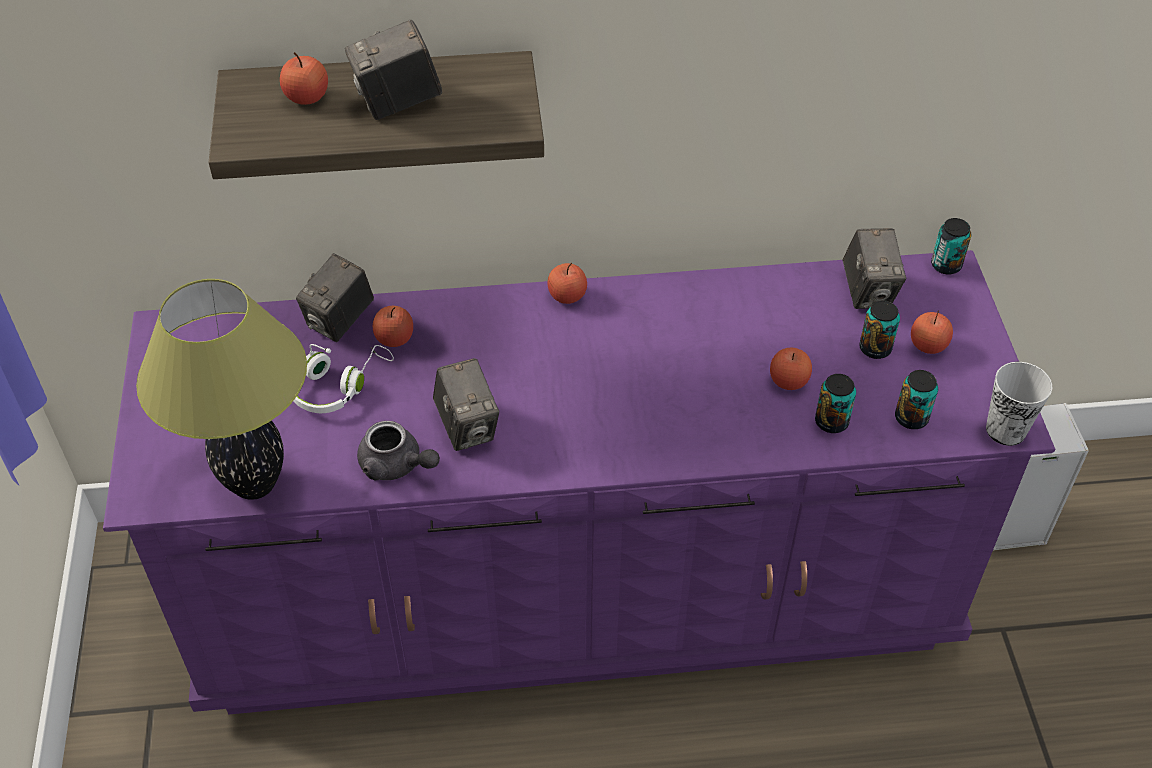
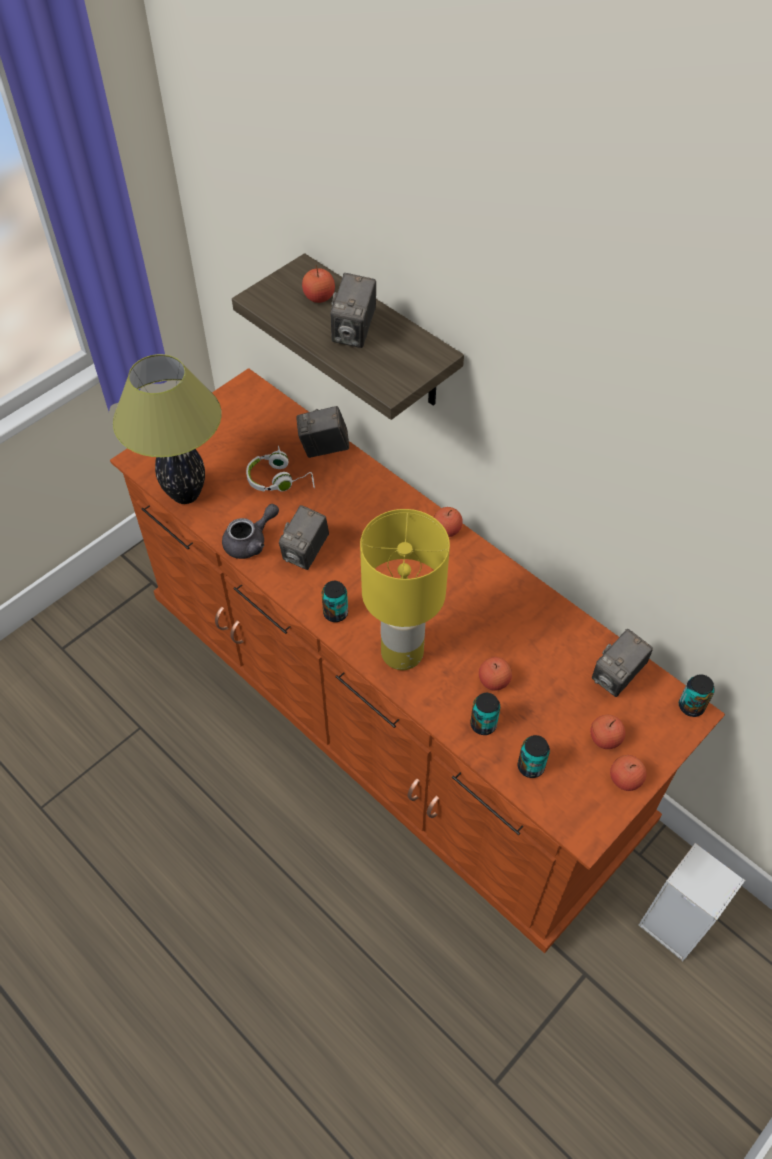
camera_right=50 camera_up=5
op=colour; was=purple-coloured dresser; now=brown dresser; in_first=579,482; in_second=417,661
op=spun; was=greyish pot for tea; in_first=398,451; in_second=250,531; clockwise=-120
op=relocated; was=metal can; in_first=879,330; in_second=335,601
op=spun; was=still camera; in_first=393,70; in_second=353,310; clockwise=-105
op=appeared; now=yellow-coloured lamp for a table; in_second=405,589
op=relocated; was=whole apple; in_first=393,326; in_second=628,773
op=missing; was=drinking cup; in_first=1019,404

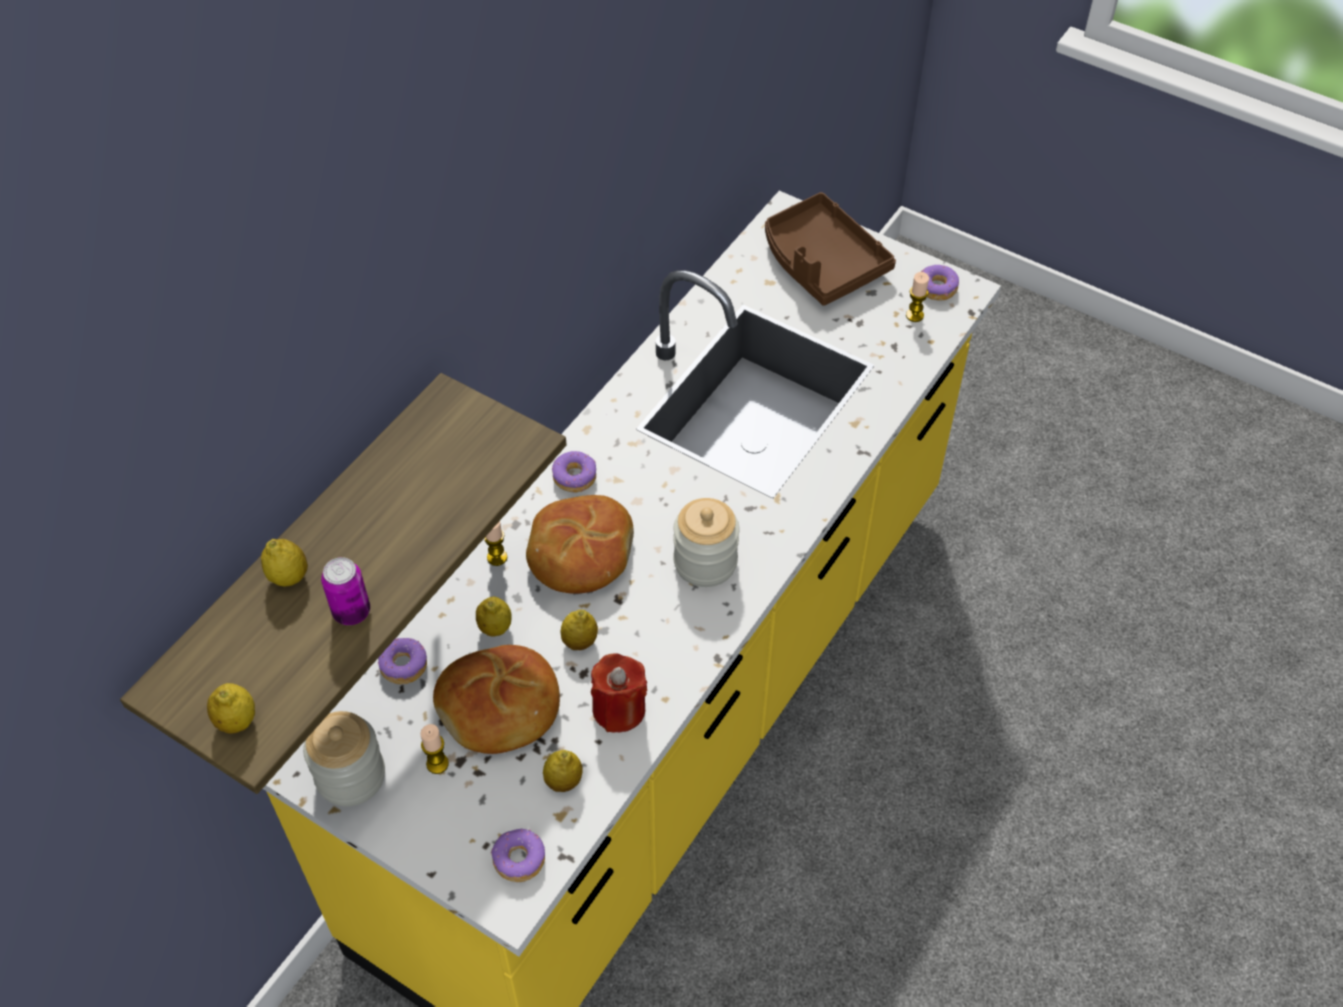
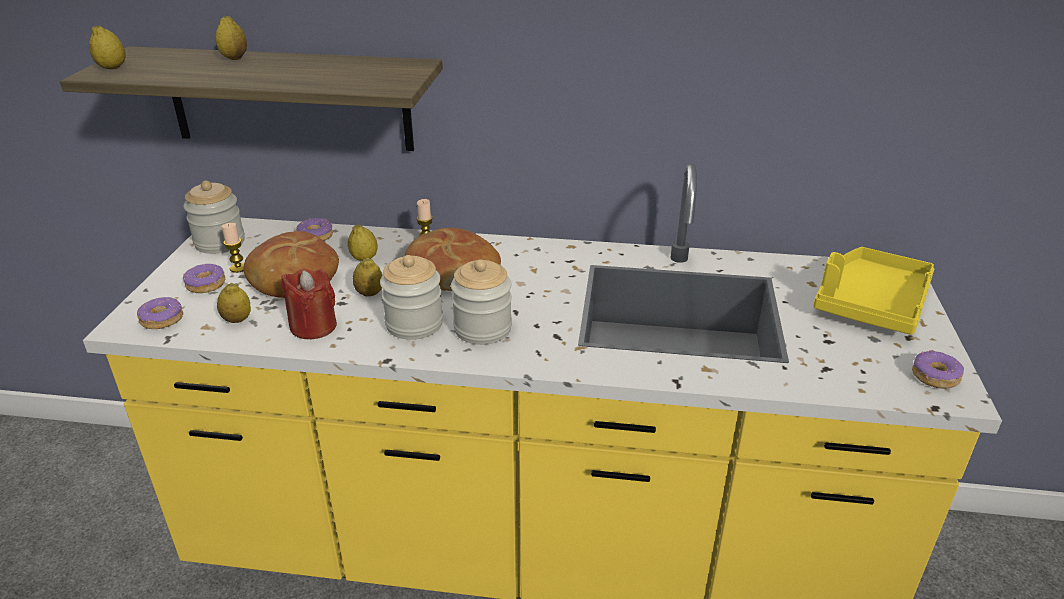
camera_right=65 camera_up=-20
op=relocated; was=doughnut; in_first=574,472; in_second=204,278
op=appeared; now=storage jar; in_second=411,297
op=colour; was=brown tray; now=yellow-coloured tray; in_first=830,249; in_second=874,291
op=missing; was=metal can; in_first=345,591
op=missing; was=wax light; in_first=917,297

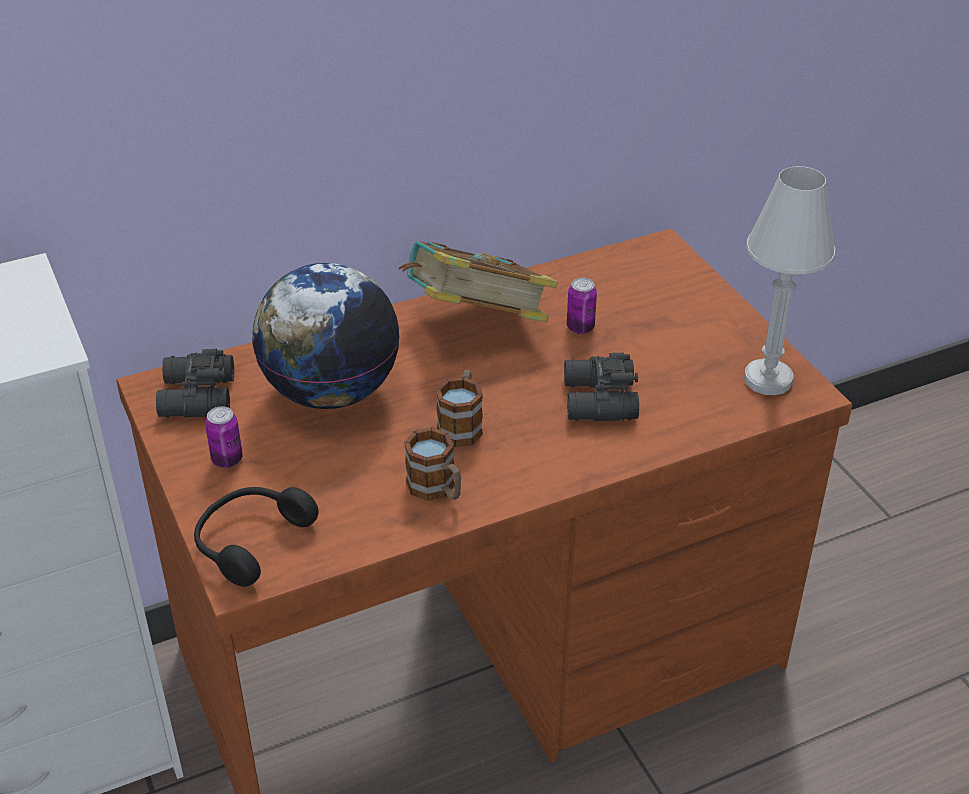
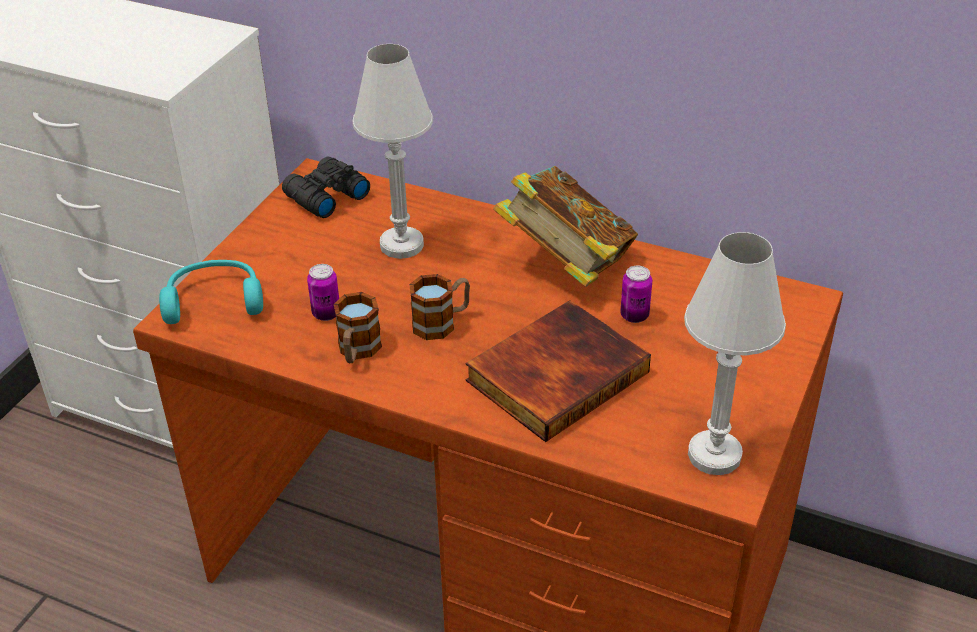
camera_right=50 camera_up=0
op=colour; was=black headphones; now=turquoise headphones; in_first=256,537; in_second=211,292
op=relocated; was=metal can; in_first=224,437; in_second=323,292
op=exchanged; was=desk globe; now=whitish lamp for a table; in_first=326,336; in_second=392,151
op=exchanged; was=black pair of binoculars; now=volume; in_first=601,387; in_second=558,371

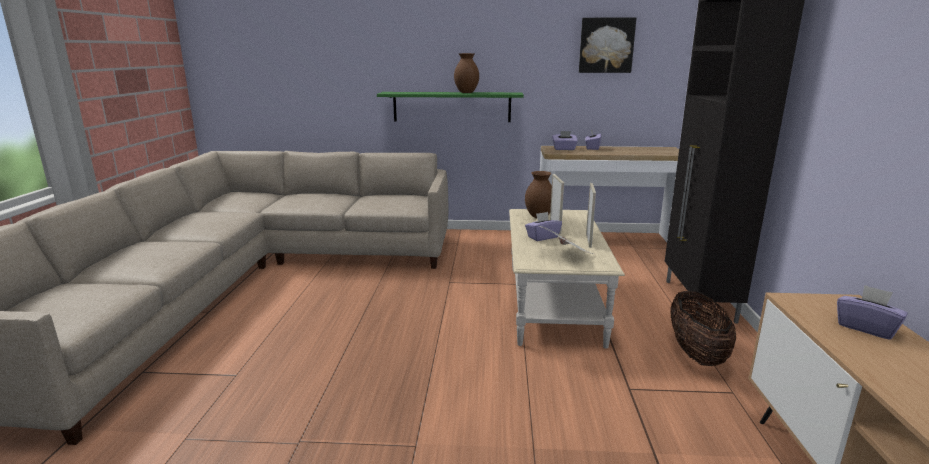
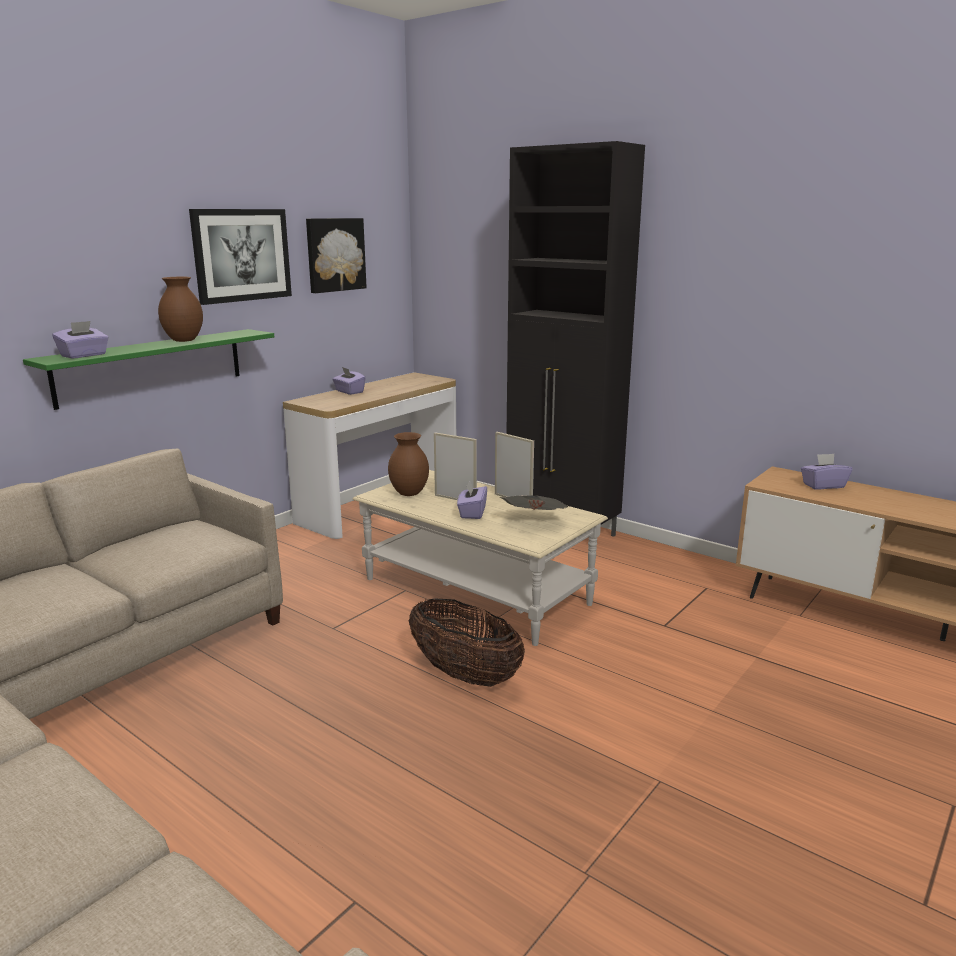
camera_right=-55 camera_up=0
op=relocated; was=purple-coloured tissue holder; in_first=565,140; in_second=80,339
op=appeared; now=wall art; in_second=240,257
op=relocated; was=basket; in_first=703,328; in_second=467,643

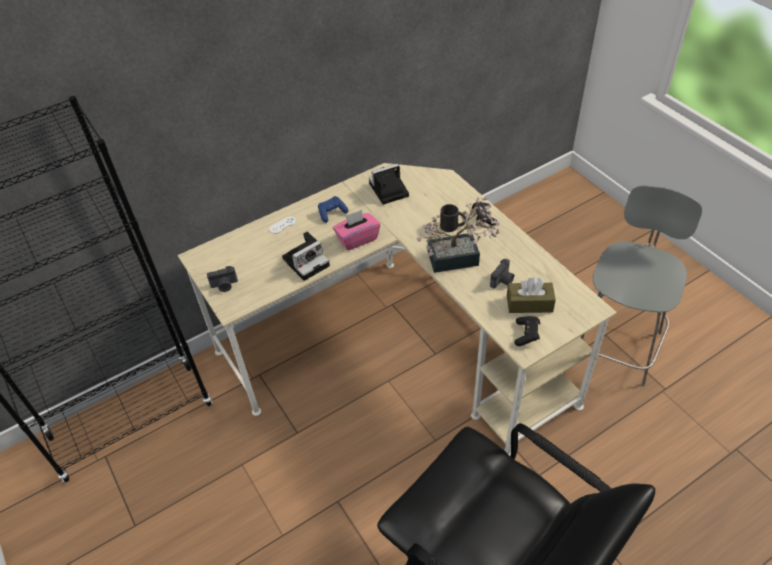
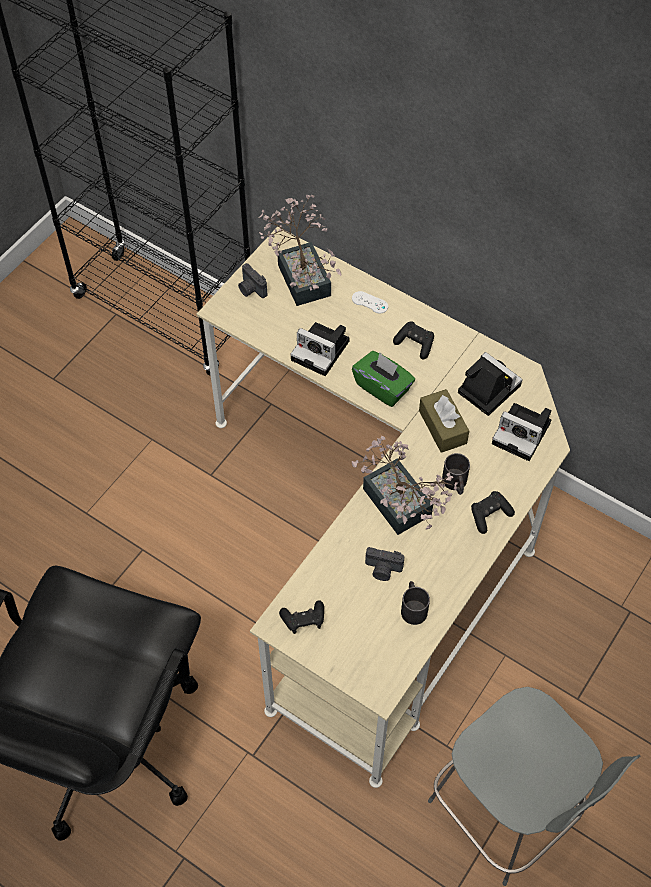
camera_right=65 camera_up=10
op=appeared; now=plant in a pot; in_second=300,250
op=colour; was=pinkish tissue holder; now=greenish tissue holder; in_first=356,230; in_second=383,379
op=colour; was=blue-coloured joypad; now=black joypad; in_first=333,209; in_second=413,340
op=appeared; now=black mug; in_second=415,603
op=relocated; was=brown tissue holder; in_first=531,295; in_second=444,421
op=spun; was=greyish upright chair; in_first=641,286; in_second=534,786; clockwise=45
op=appeared; now=still camera; in_second=522,432

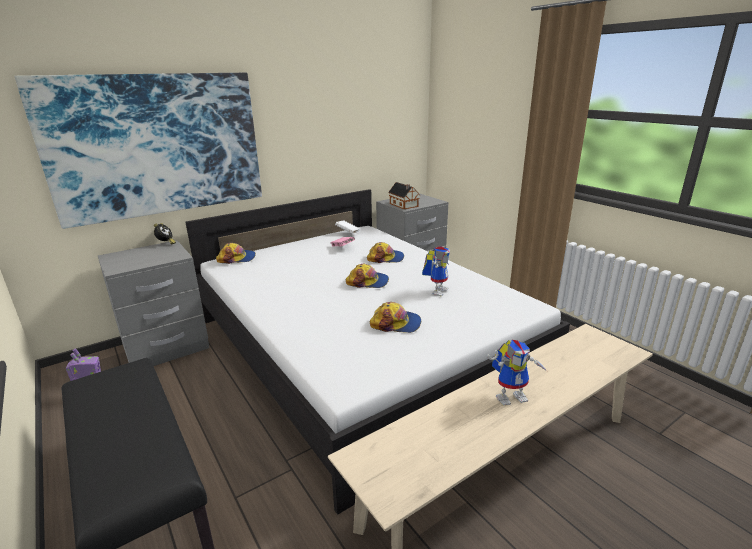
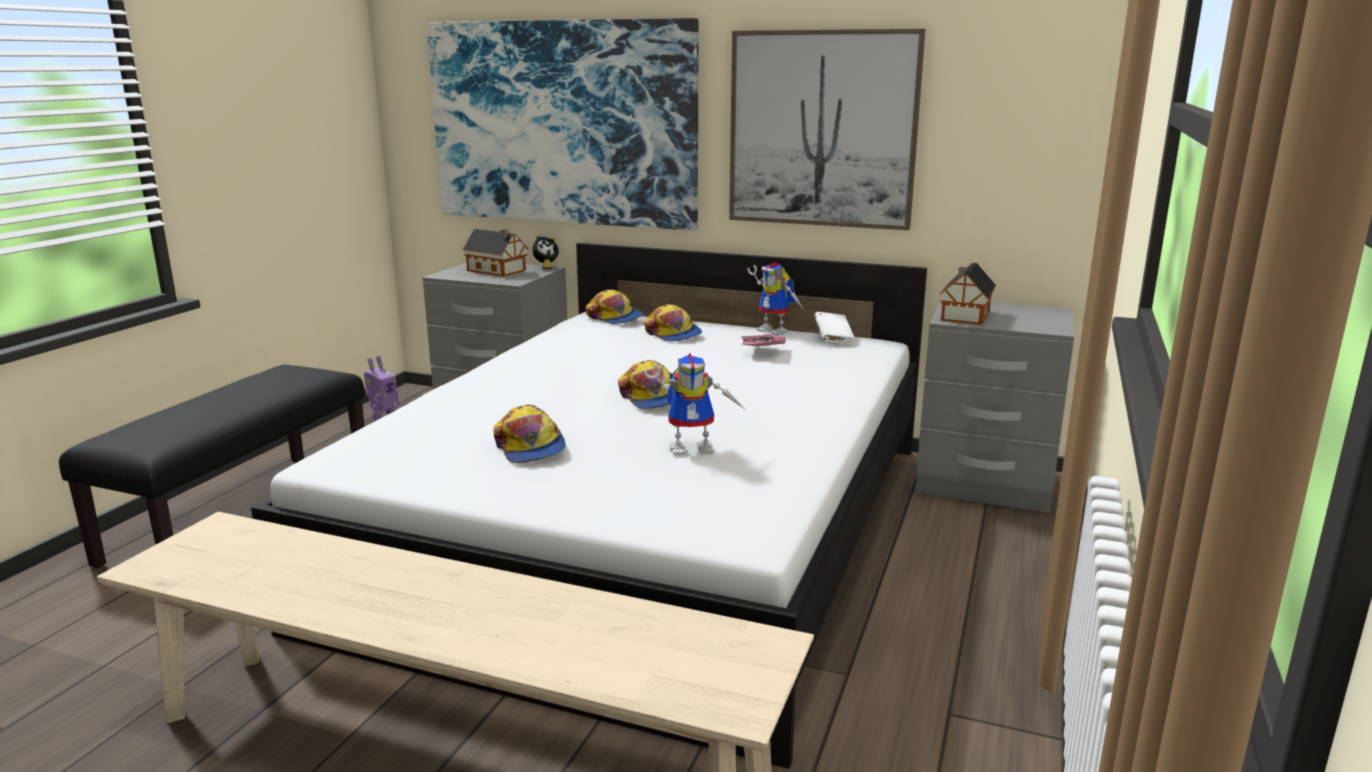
camera_right=55 camera_up=-5
op=appeared; now=miniature house; in_second=495,253
op=relocated; was=baseball cap; in_first=385,252; in_second=673,323
op=appeared; now=wall art; in_second=827,129
op=relocated; was=model robot; in_first=517,373; in_second=775,299

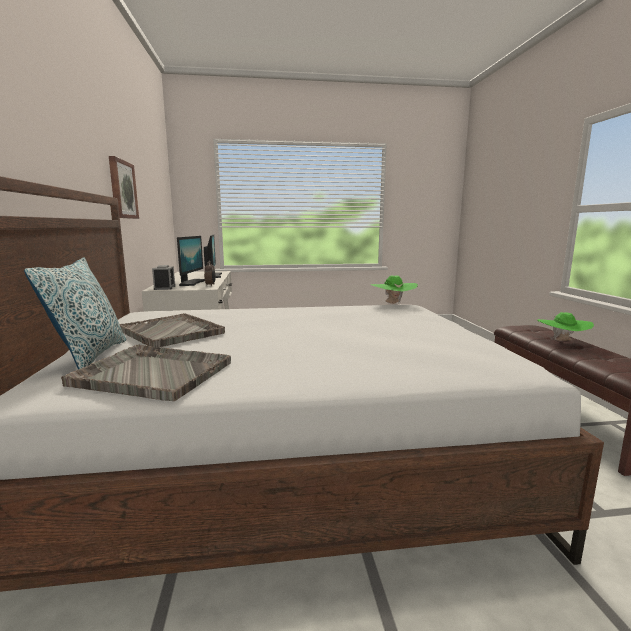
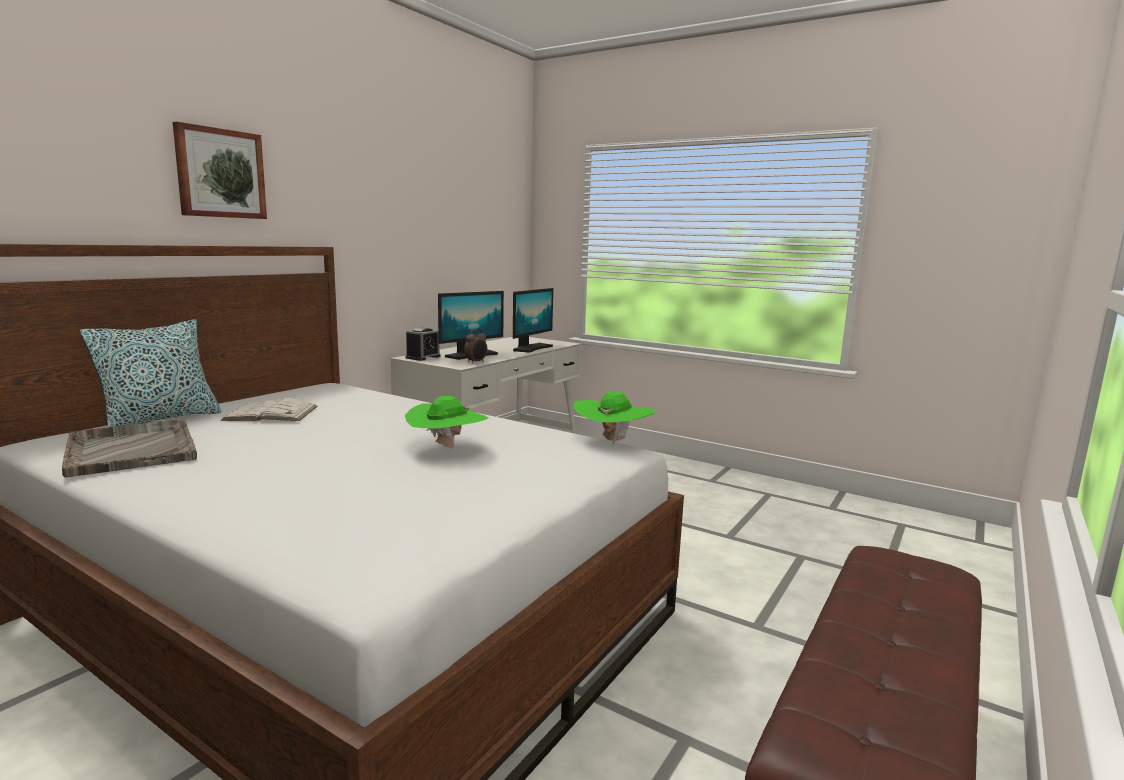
camera_right=40 camera_up=0
op=relocated; was=wall art; in_first=124,187; in_second=220,170
op=exchanged; was=greyish tray; now=whitish volume; in_first=172,330; in_second=269,409
op=relocated; was=greenish wearable hat; in_first=566,326; in_second=446,422

